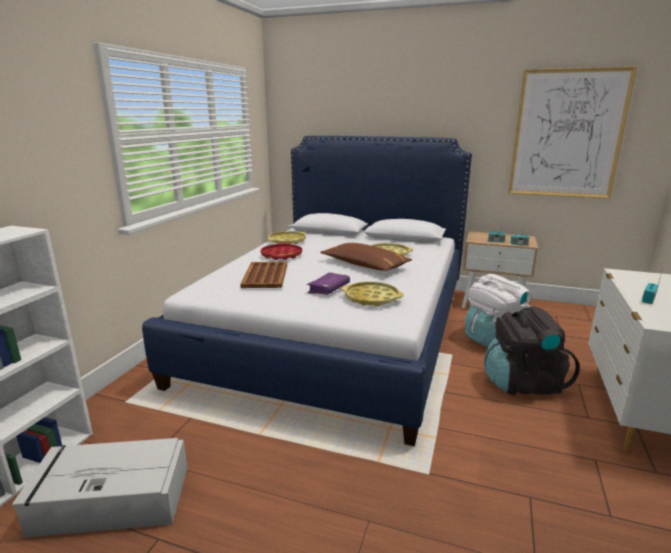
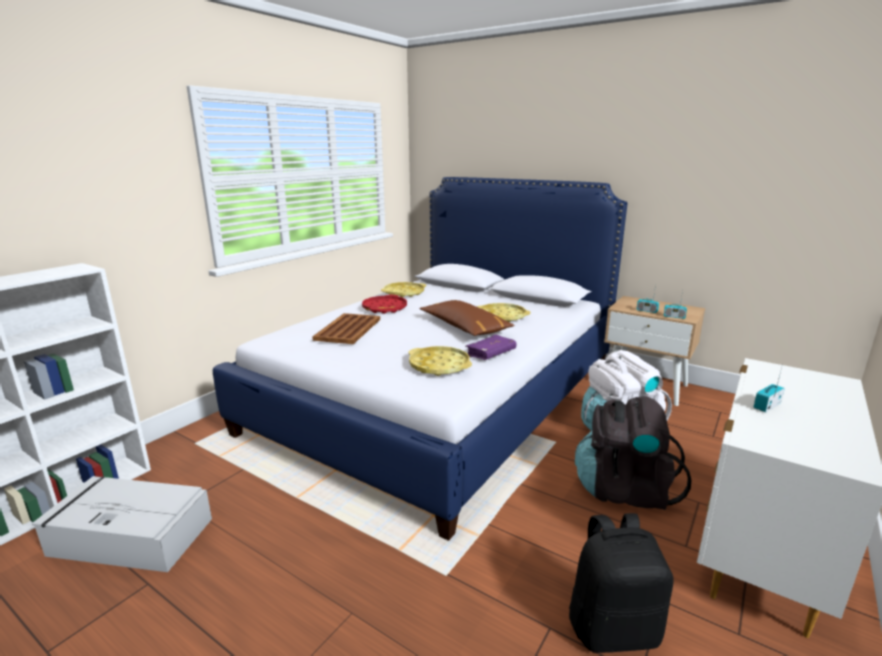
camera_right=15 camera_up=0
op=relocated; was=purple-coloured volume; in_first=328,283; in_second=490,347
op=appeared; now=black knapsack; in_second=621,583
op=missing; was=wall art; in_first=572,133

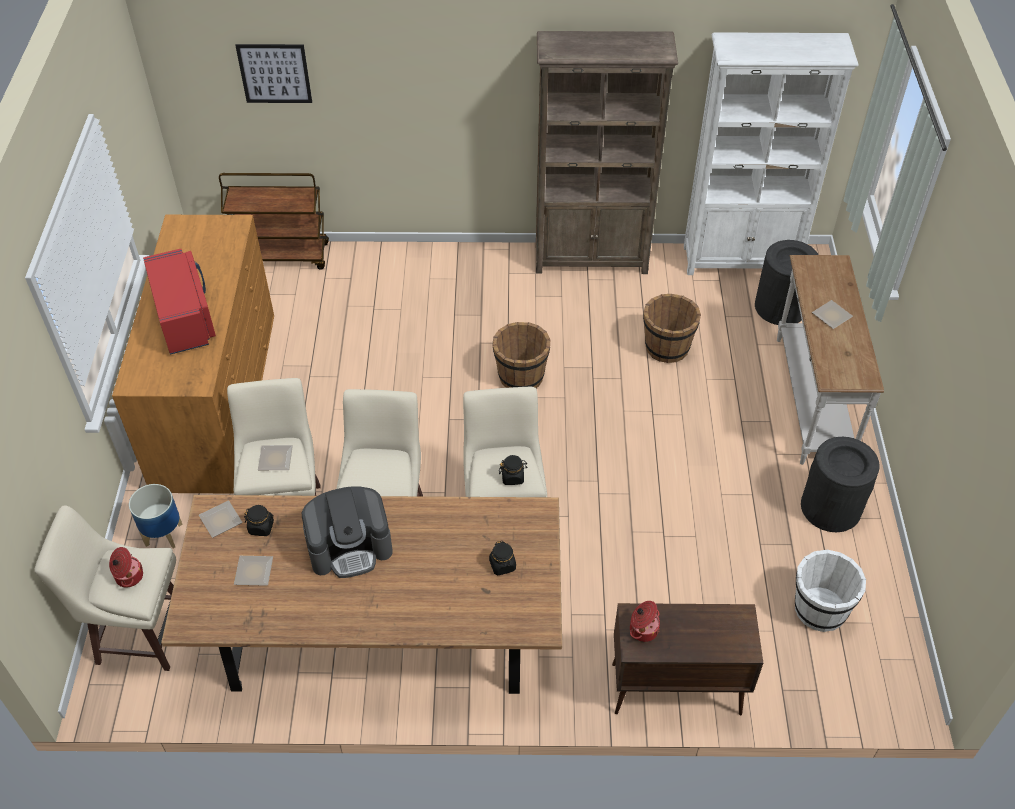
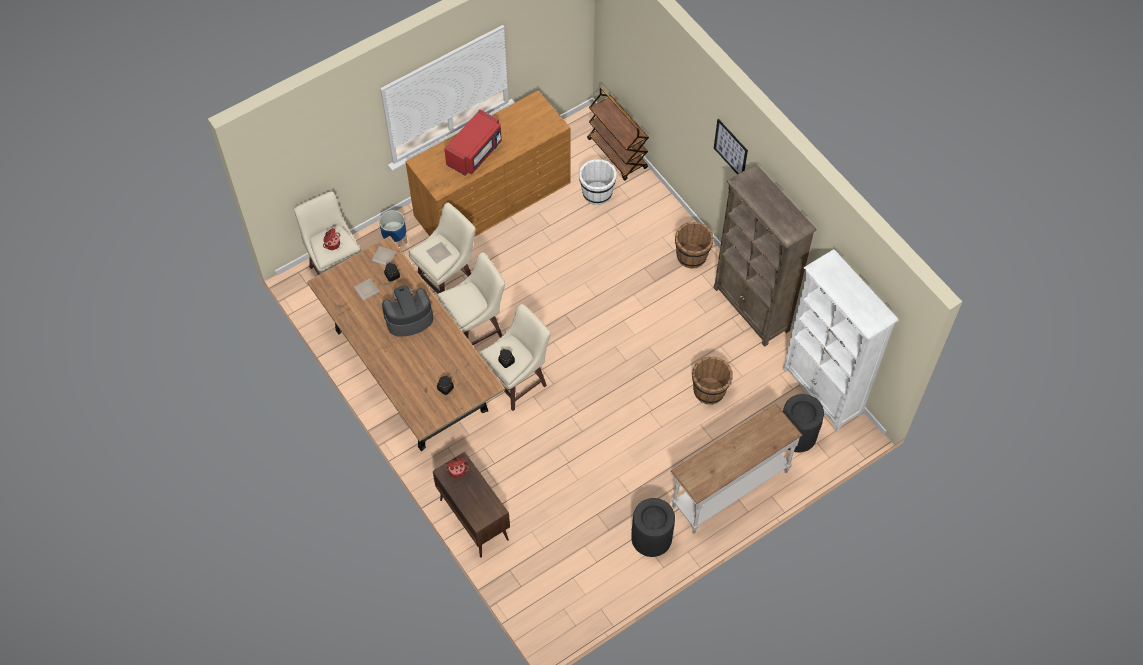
camera_right=55 camera_up=10
op=spun; was=coffee brewer; in_first=347,532; in_second=407,311; clockwise=120
op=relocated; was=whitish pail; in_first=830,591; in_second=597,182
op=relocated; was=brown pail; in_first=521,355; in_second=694,245
op=relocated; was=wall art; in_first=273,73; in_second=731,147
op=missing; was=dinner plate; in_first=832,314

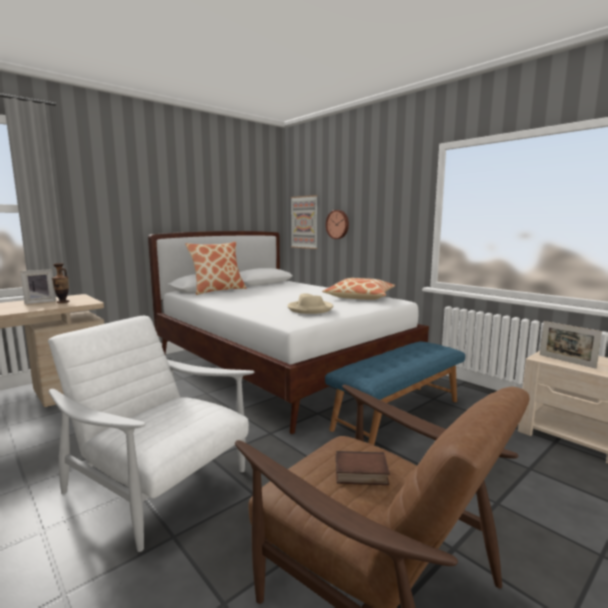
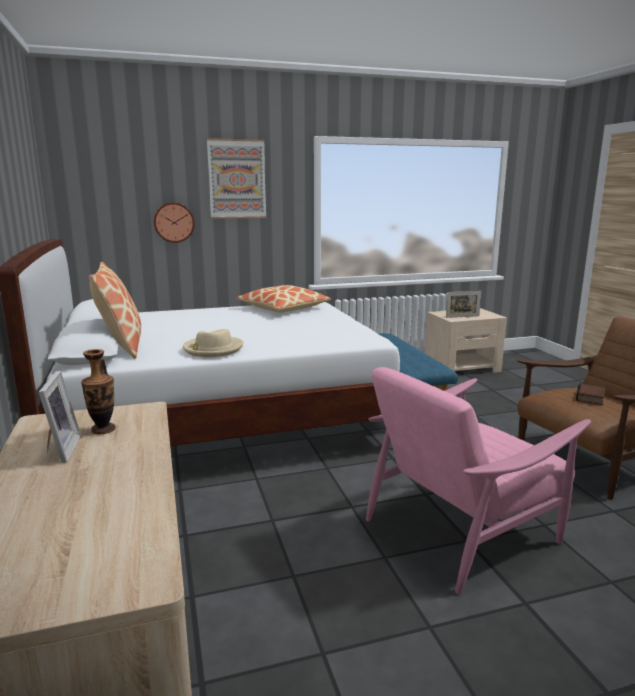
camera_right=-65 camera_up=5
op=relocated; was=beige-coloured wearable hat; in_first=310,303; in_second=213,343
op=relocated; was=wall art; in_first=304,222; in_second=236,178
op=colour; was=whitish armchair; now=pinkish armchair; in_first=151,434; in_second=478,480

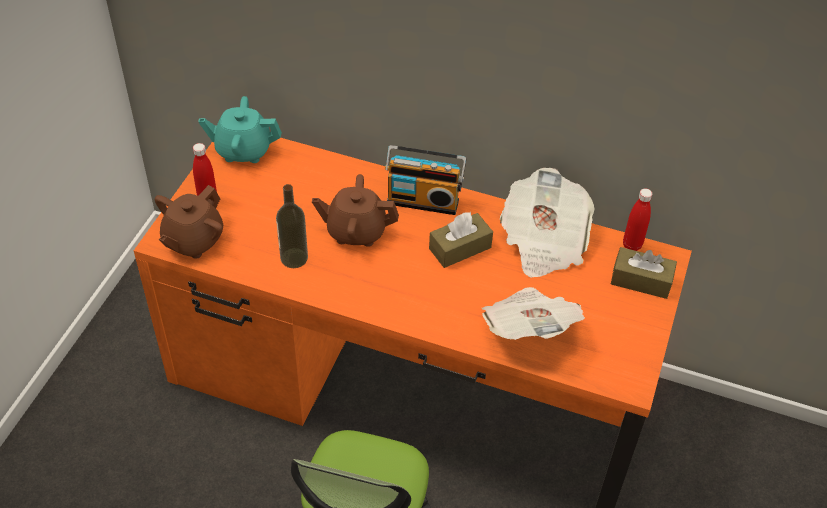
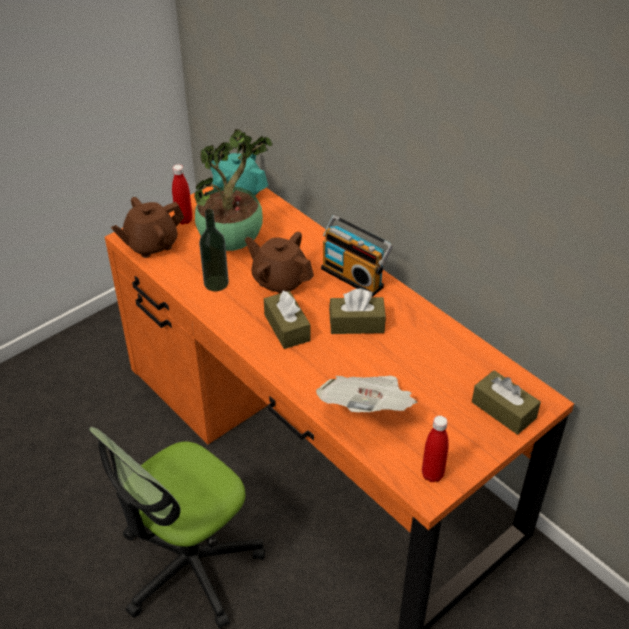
camera_right=30 camera_up=-5
op=appeared; now=plant in a pot; in_second=233,190
op=appeared; now=brown tissue holder; in_second=287,319
op=relocated; was=reddish bottle; in_first=637,220; in_second=435,449
op=missing; was=daily paper; in_first=547,223

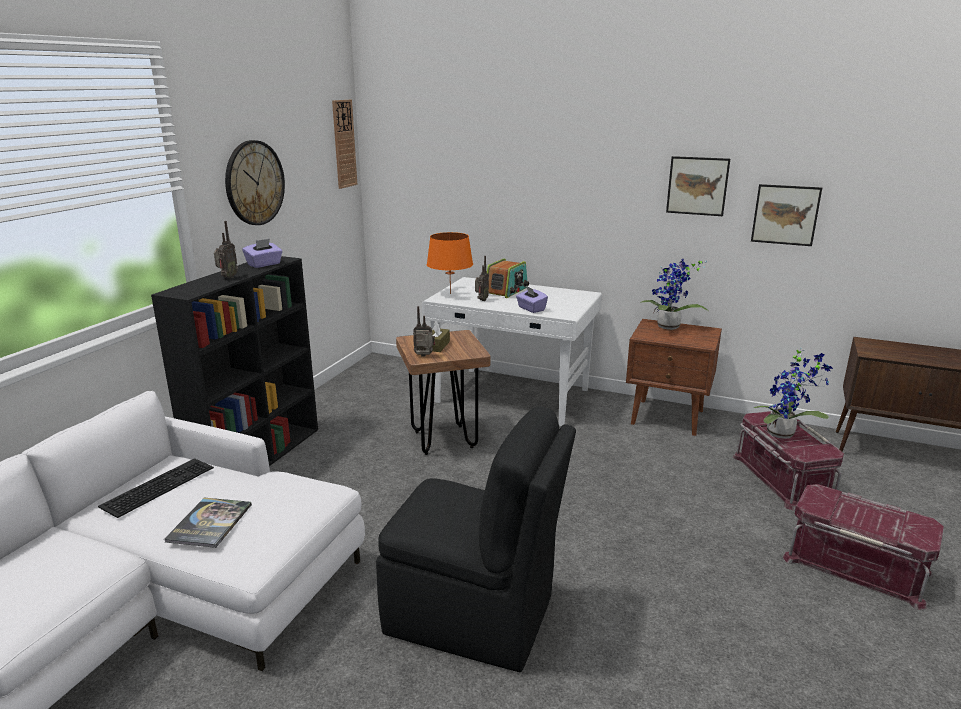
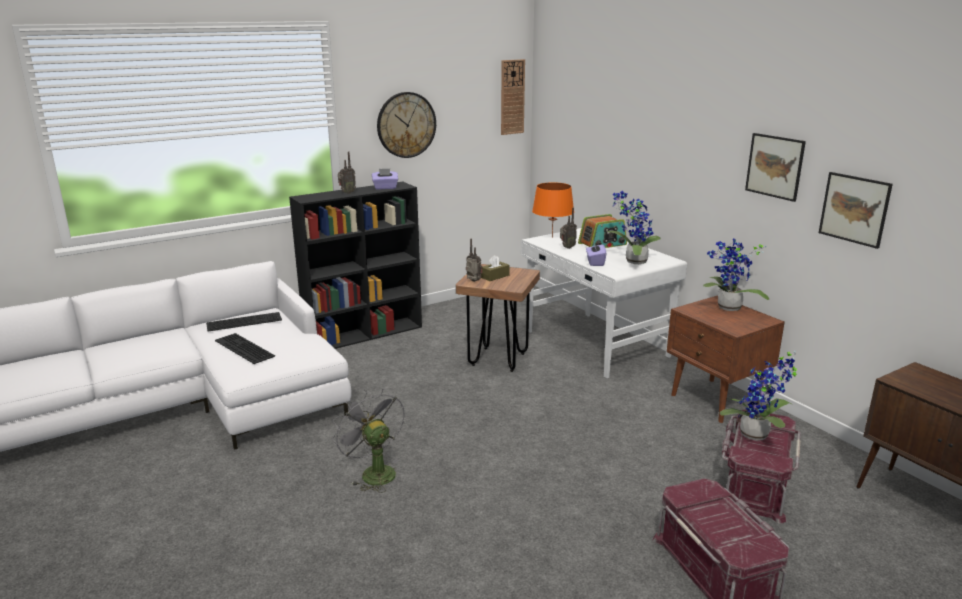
camera_right=35 camera_up=0
op=exchanged; was=volume; now=keyboard; in_first=208,523; in_second=245,348
op=exchanged; was=black upright chair; now=greyish cooling fan; in_first=476,539; in_second=368,441
op=appeared; now=plant in a pot; in_second=634,227

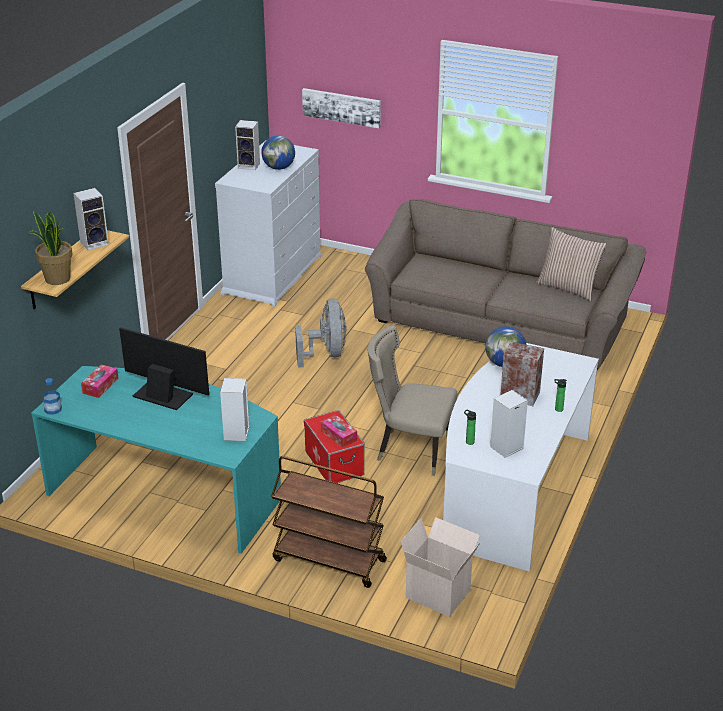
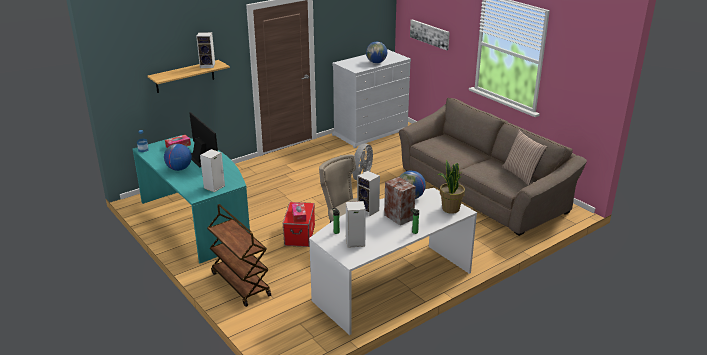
camera_right=30 camera_up=-5
op=appeared; now=desk globe; in_second=178,157
op=relocated; was=speaker; in_first=247,145; in_second=368,193
op=relocated; was=plant in a pot; in_first=49,247; in_second=451,187
op=missing; was=cardboard box; in_first=440,567

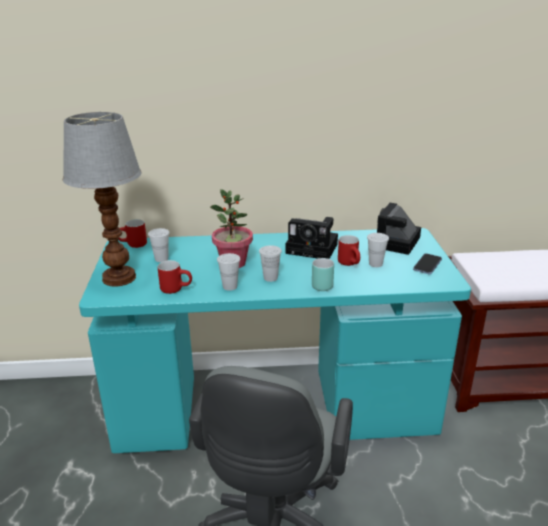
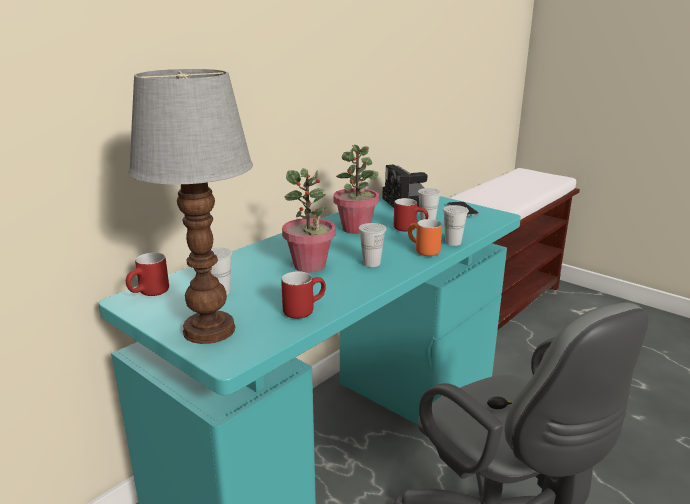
camera_right=-45 camera_up=-5
op=exchanged; was=still camera; now=plant in a pot; in_first=312,238; in_second=356,189
op=colour; was=turquoise mug; now=orange mug; in_first=323,274; in_second=425,237
op=relocated; was=whitish drinking cup; in_first=228,272; in_second=456,225

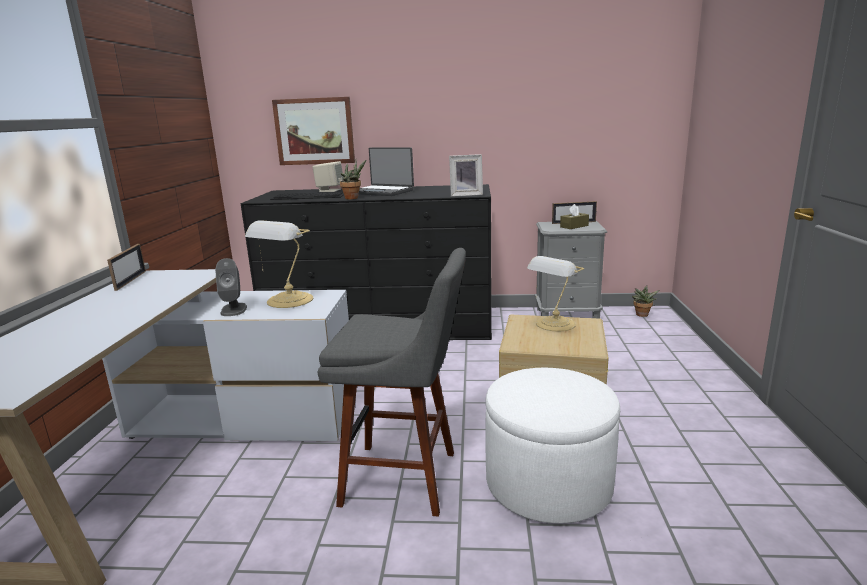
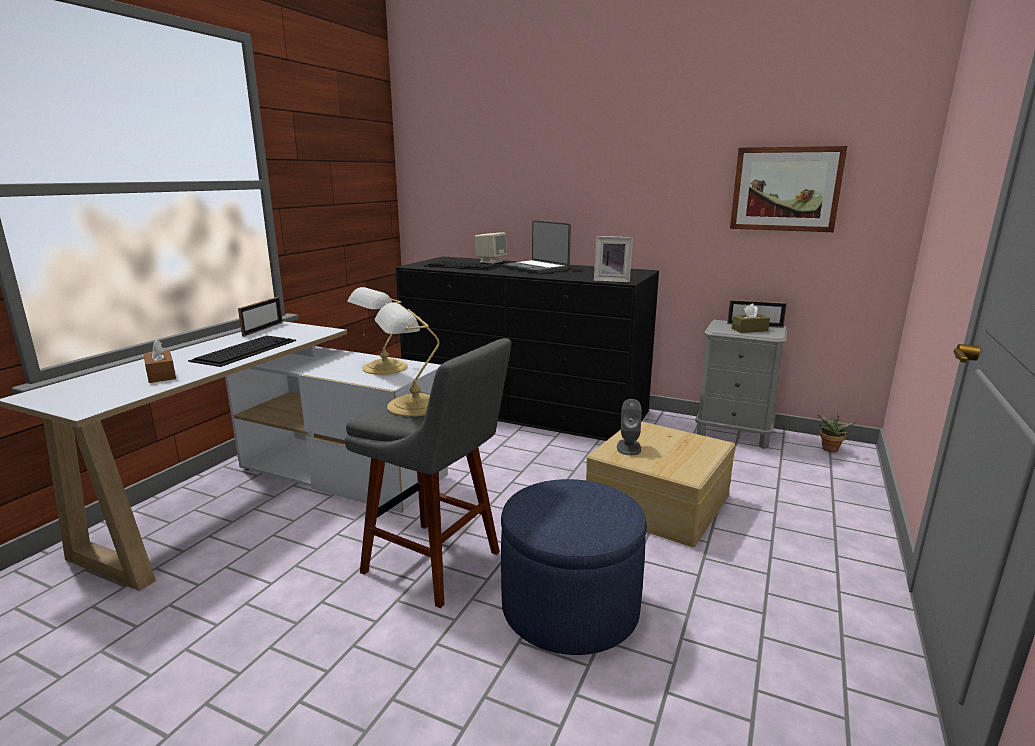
camera_right=20 camera_up=0
op=appeared; now=brown tissue holder; in_second=160,361
op=appeared; now=keyboard; in_second=242,351
op=relocated; was=lamp for a table; in_first=555,293; in_second=407,360
op=colour; was=whitish pouffe; now=blue-coloured pouffe; in_first=552,446; in_second=574,567
op=relocated; was=greyish speaker; in_first=231,287; in_second=629,427
op=relocated; was=wall art; in_first=313,131; in_second=788,189
op=missing; was=plant in a pot; in_first=353,179

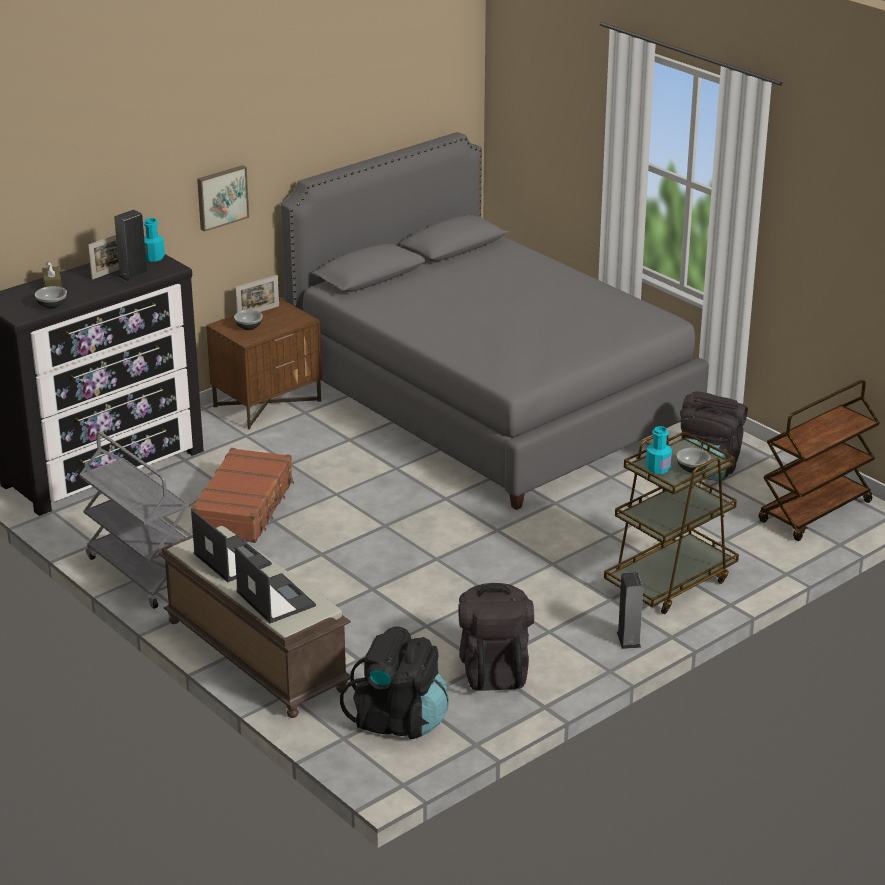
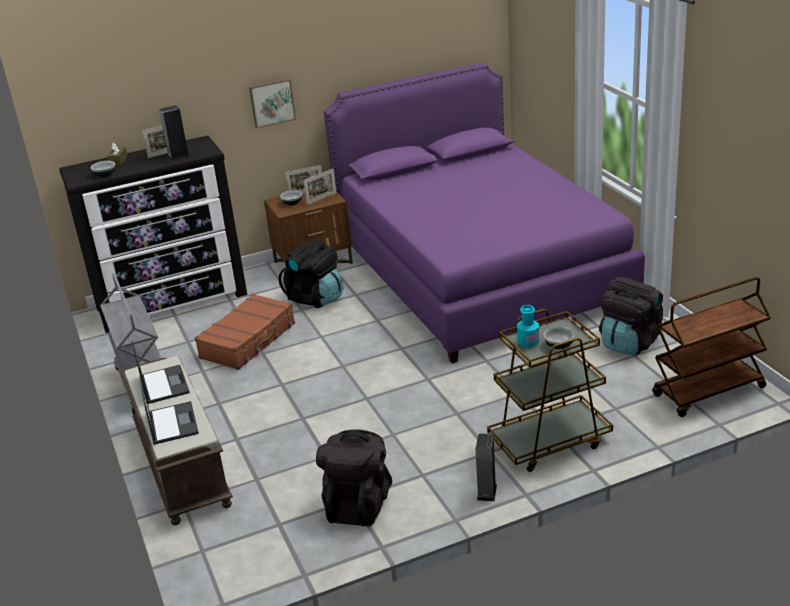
camera_right=20 camera_up=0
op=relocated; was=black knapsack; in_first=394,682; in_second=310,273
op=appeared; now=photo frame; in_second=320,186
op=colour; was=greyish bedroom bed; now=purple-coloured bedroom bed; in_first=495,321; in_second=484,212
op=missing; was=turquoise bottle; in_first=154,240

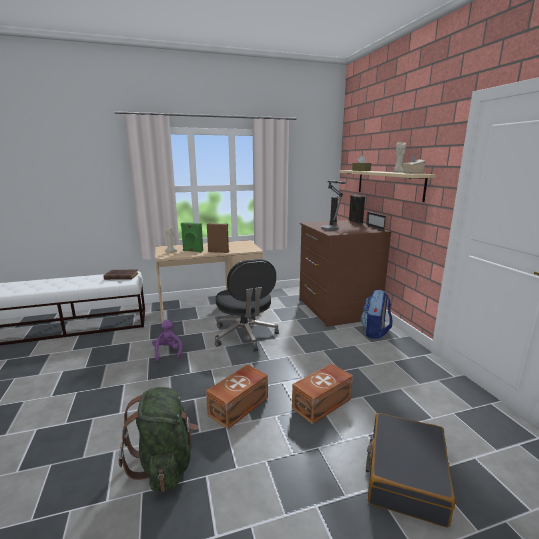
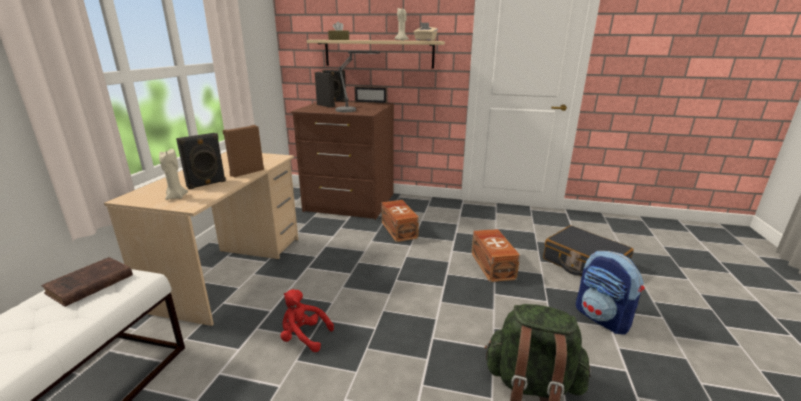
camera_right=-60 camera_up=5
op=colour; was=greenish speaker; now=black speaker; in_first=192,237; in_second=201,161
op=colour; was=purple-coloured plush toy; now=reddish plush toy; in_first=167,340; in_second=307,320
op=relocated; was=brown storage box; in_first=237,397; in_second=400,221
op=relocated; was=knapsack; in_first=376,314; in_second=610,293
op=missing; was=black desk chair; in_first=247,305

